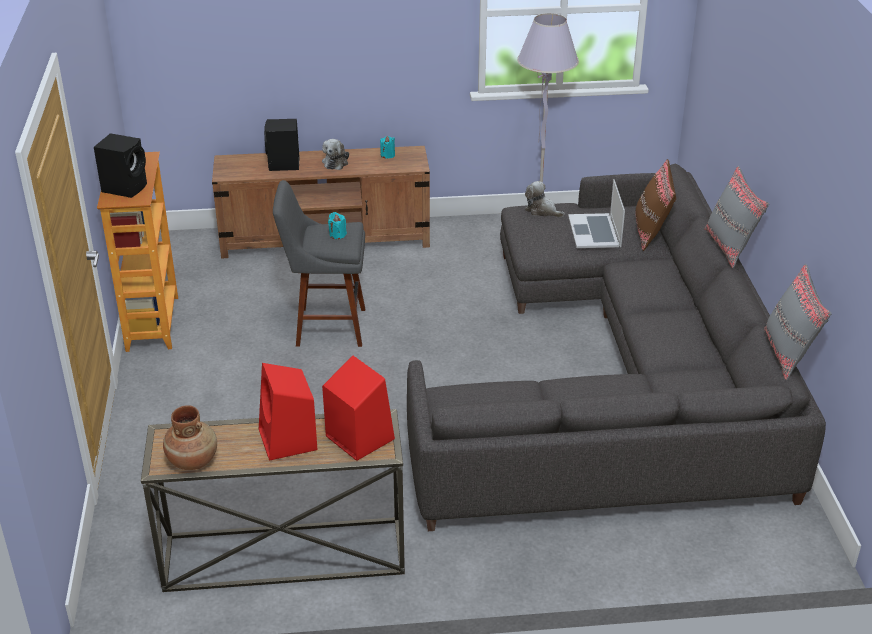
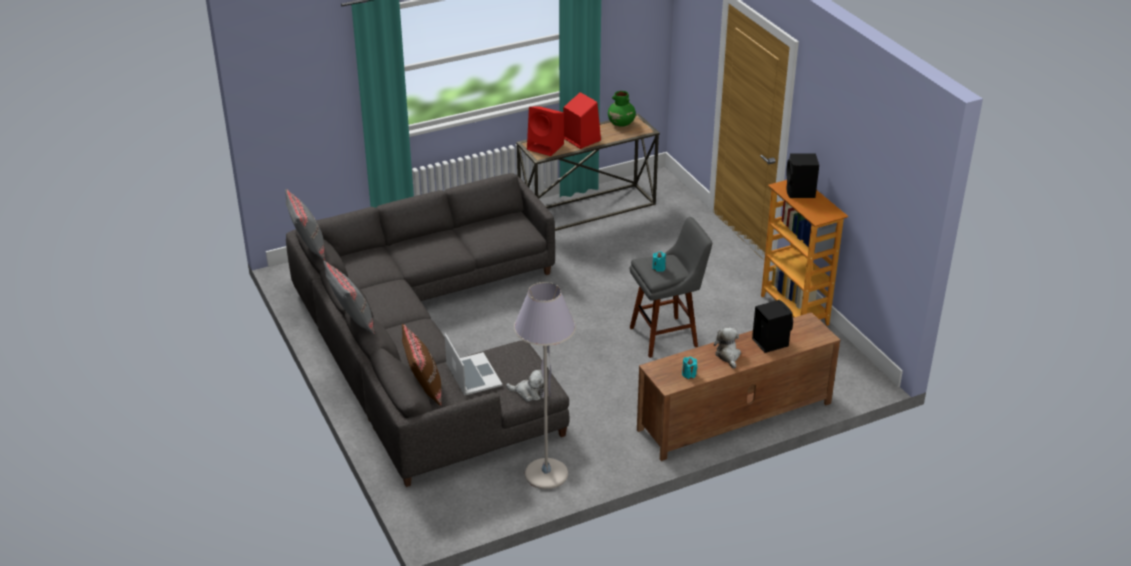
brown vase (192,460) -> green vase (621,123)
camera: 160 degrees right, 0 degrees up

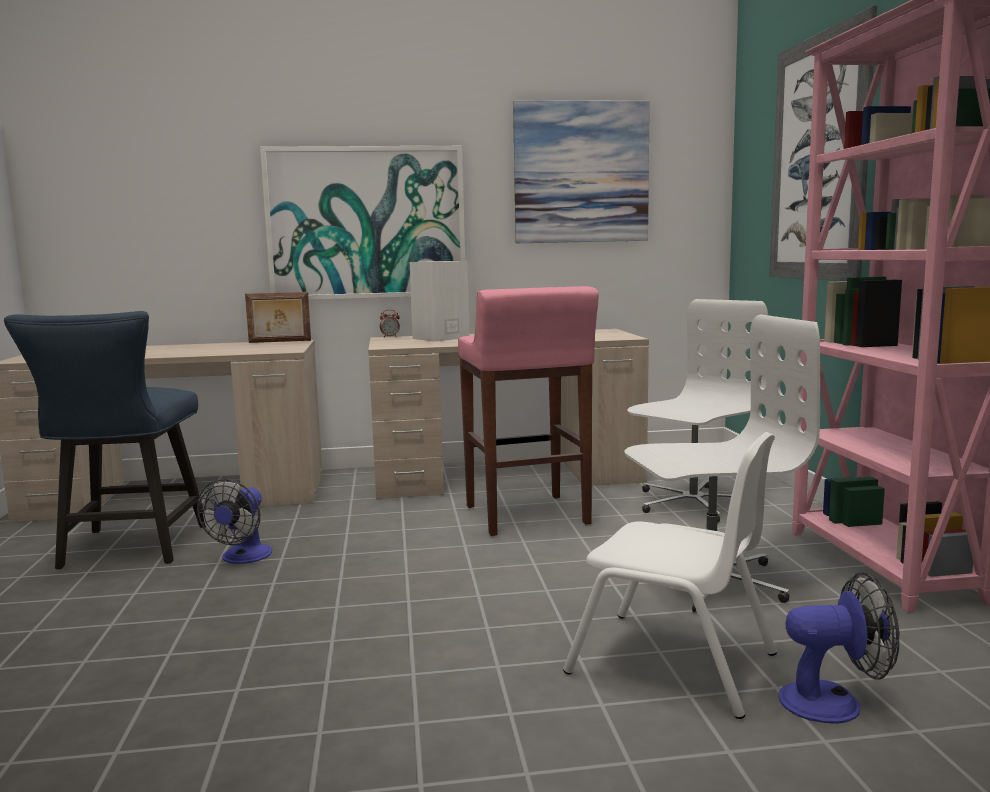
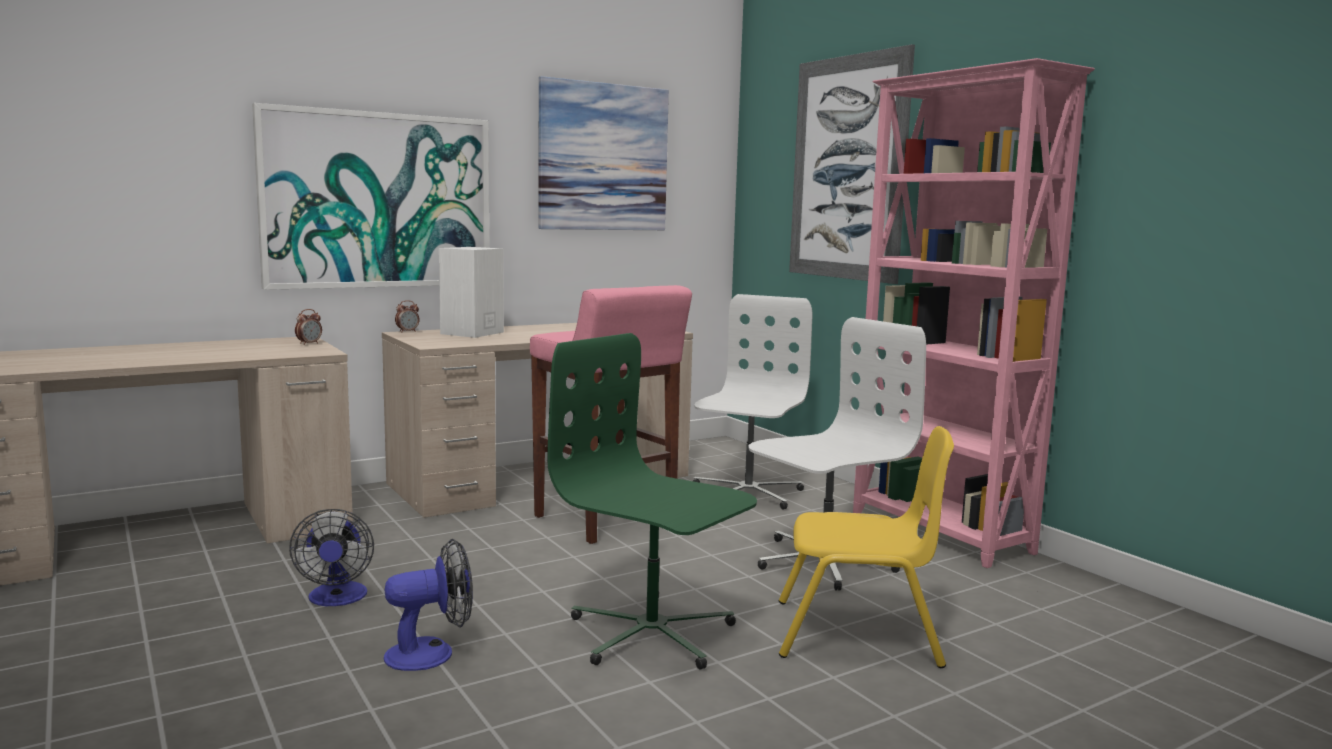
none -> alarm clock (309,344)
fan (834,702) -> fan (431,653), move
none -> green office chair (651,634)
white chair (673,663) -> yellow chair (857,634)
blue chair (129,550) -> none
picture frame (280,341) -> none
camera: 25 degrees left, 0 degrees up

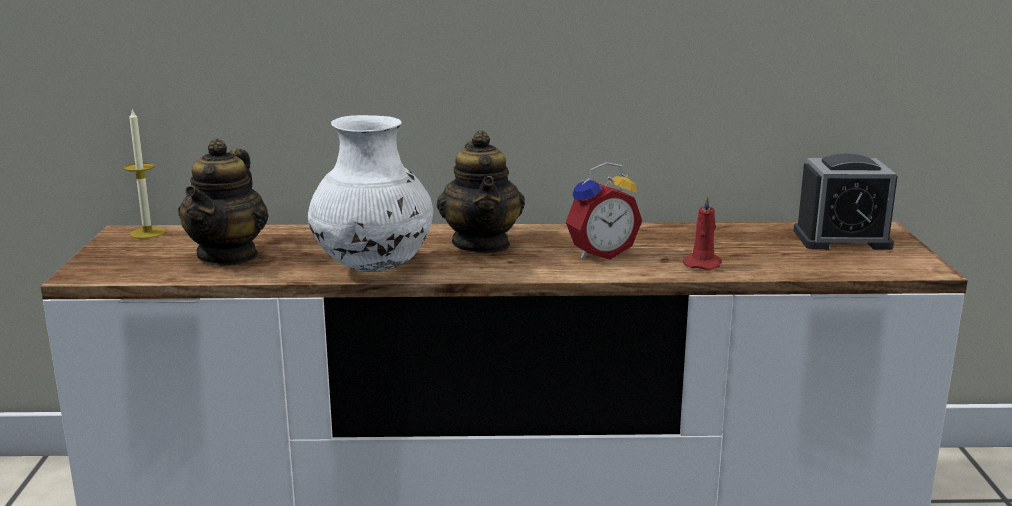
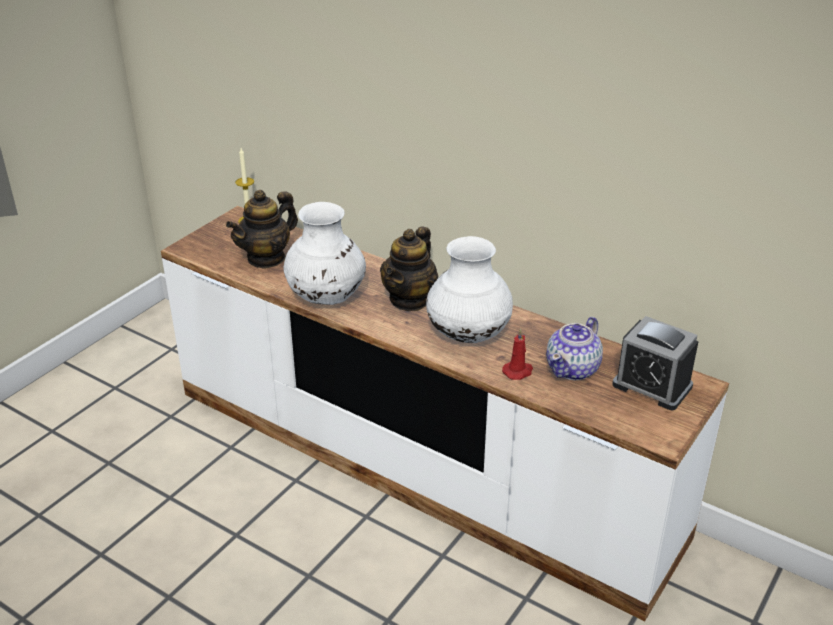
alarm clock (600,253) -> white vase (468,335)
none -> teapot (573,369)
camera: 35 degrees right, 15 degrees up

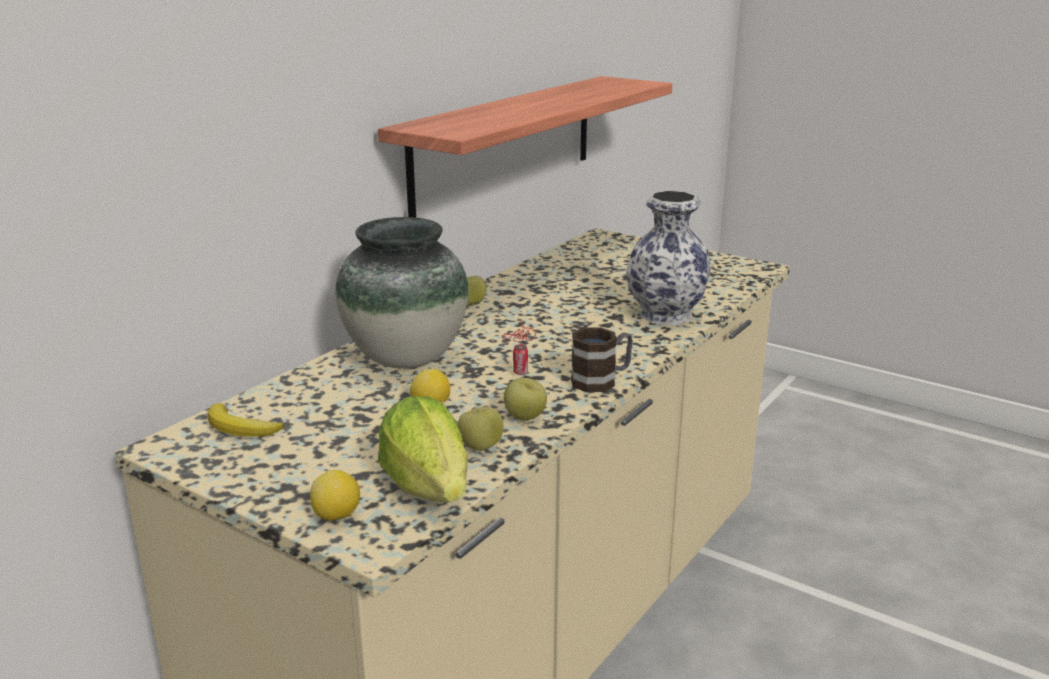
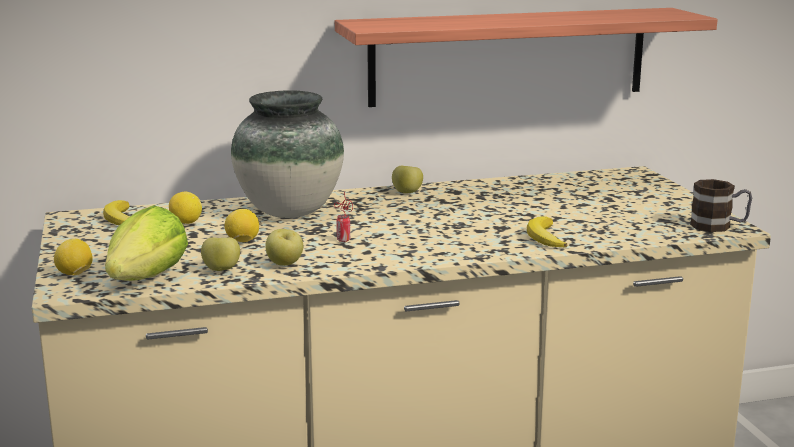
none -> lemon (185,222)
vase (665,315) -> banana (544,237)
mug (601,380) -> mug (719,226), move
camera: 40 degrees right, 5 degrees down

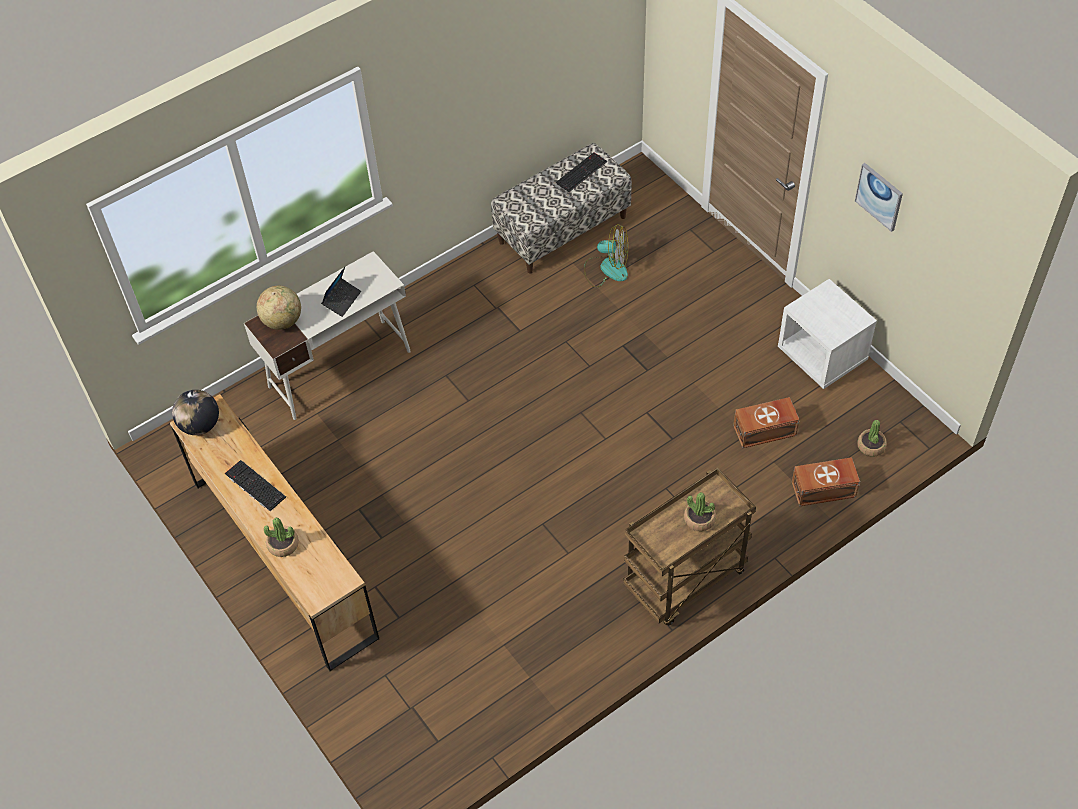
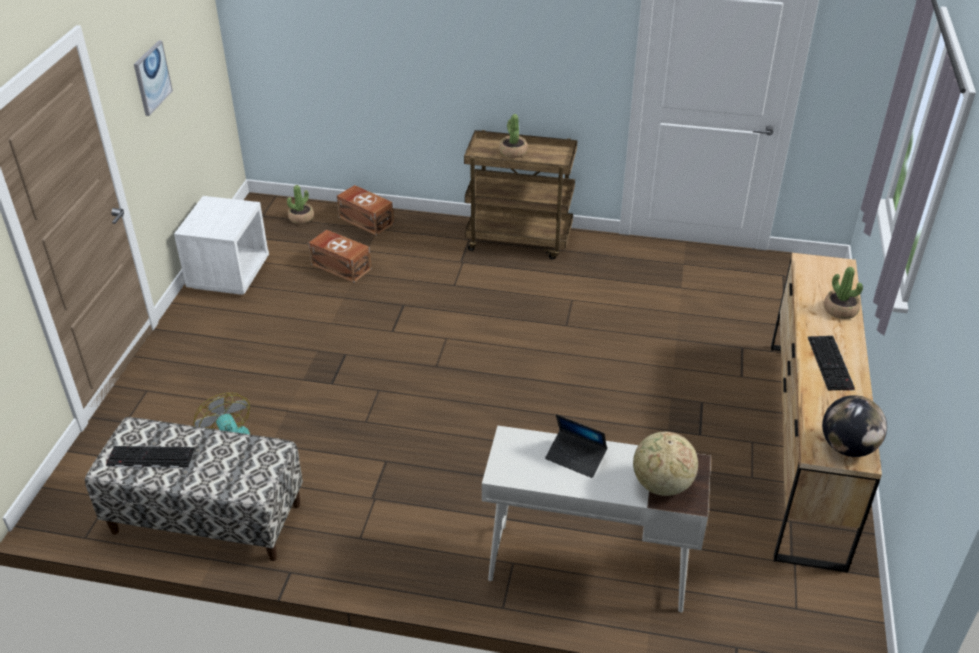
laptop (342,300) -> laptop (575,458), 135 degrees counterclockwise
camera: 135 degrees left, 15 degrees down

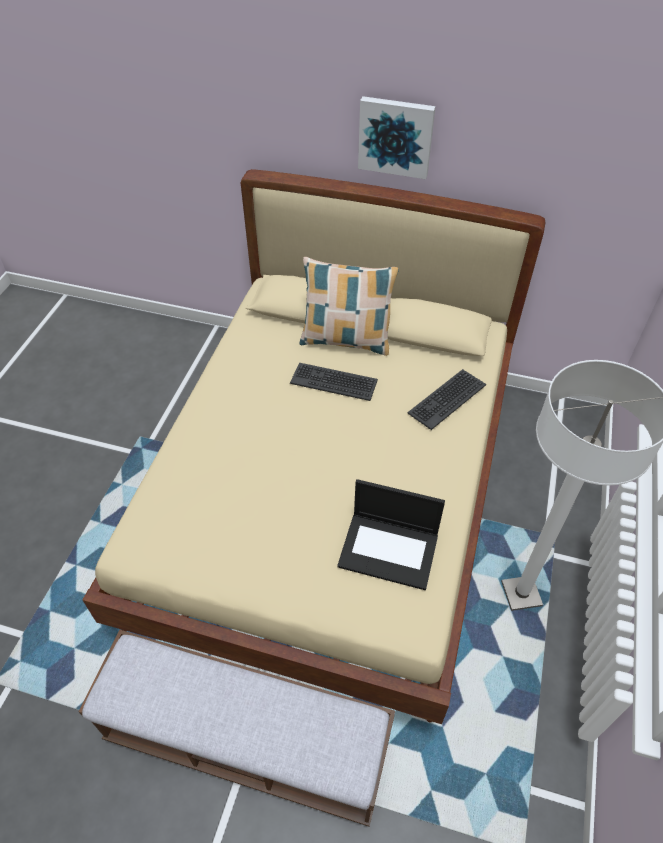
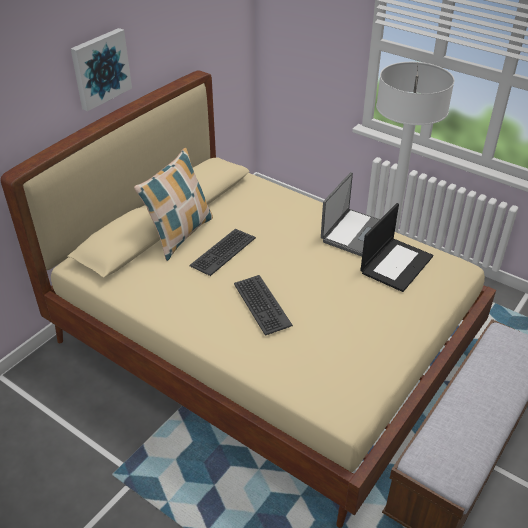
keyboard (446,399) -> keyboard (261,305), move
none -> laptop (353,232)
camera: 70 degrees left, 10 degrees down

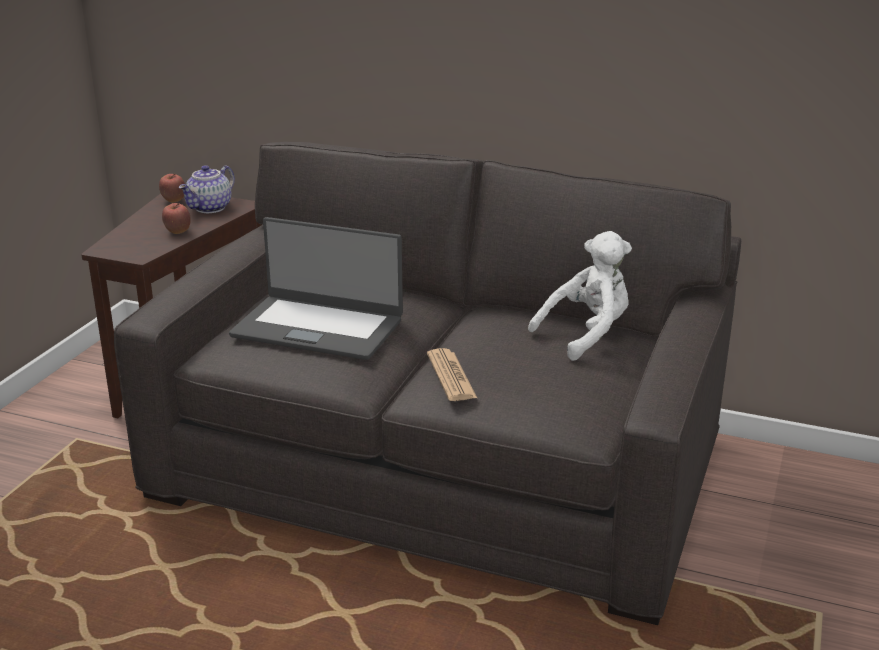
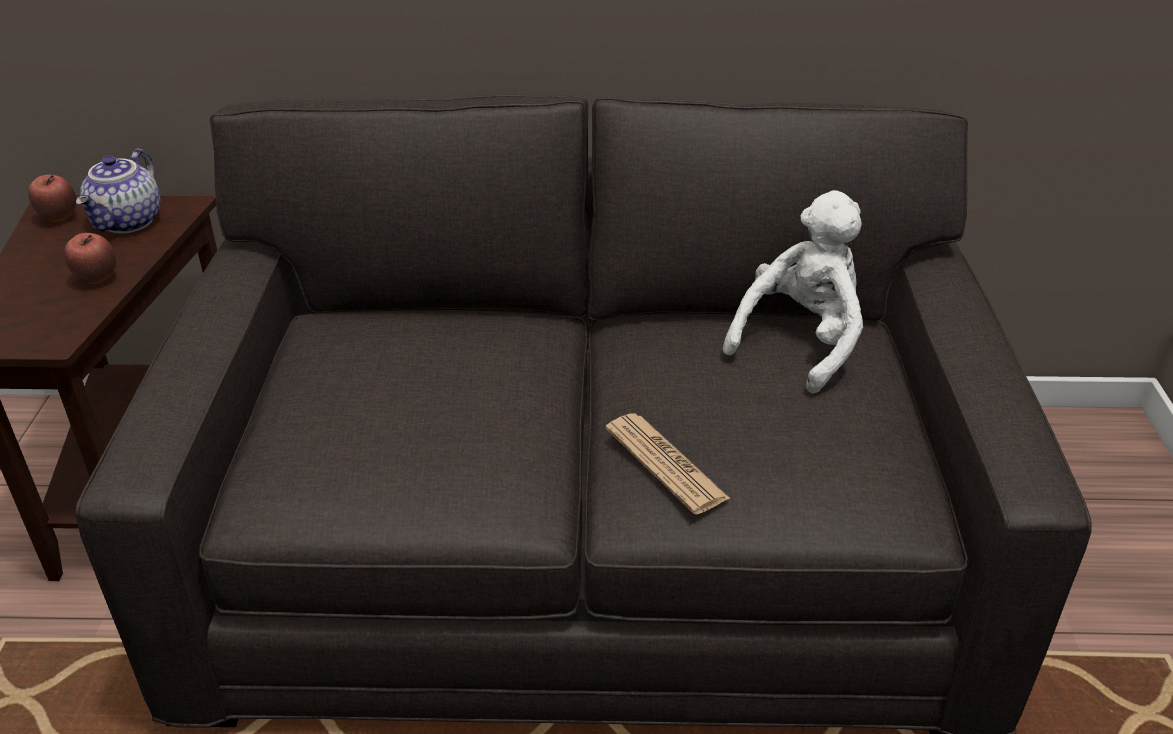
laptop (318,327) -> none
camera: 20 degrees left, 10 degrees up

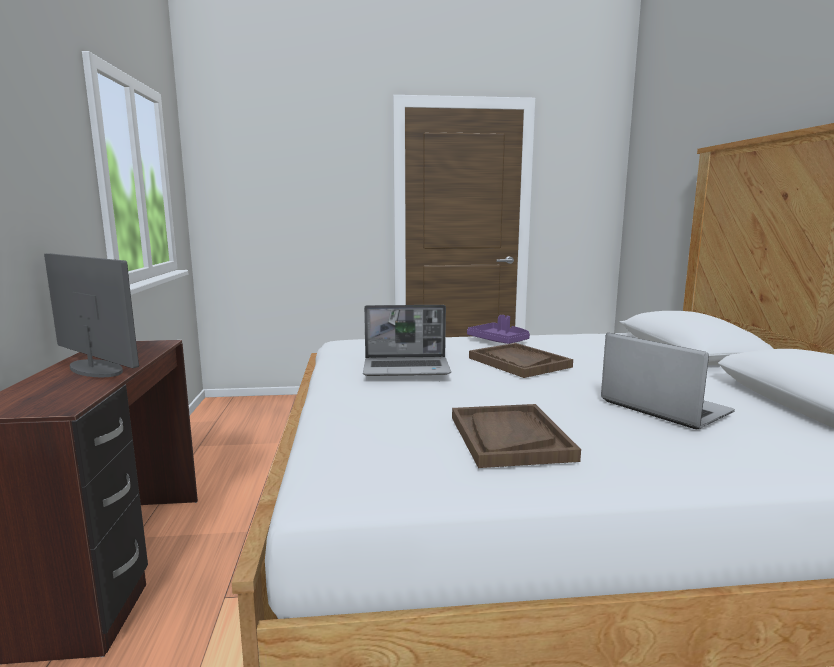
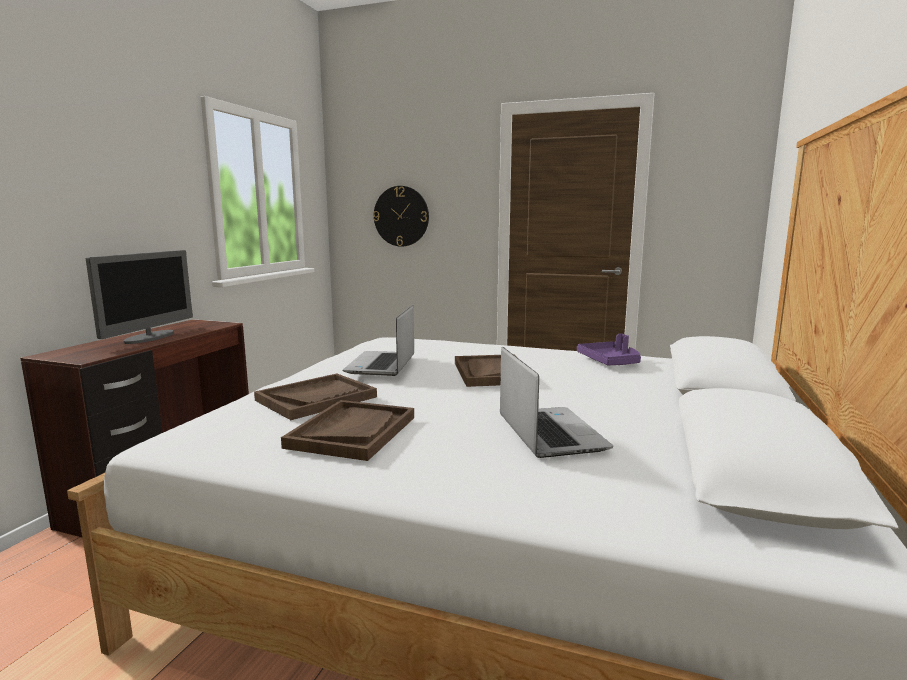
monitor (95,369) -> monitor (150,337), 45 degrees clockwise
none -> brown tray (316,398)
laptop (407,368) -> laptop (382,365), 75 degrees clockwise
none -> wall clock (401,216)
purple tray (499,341) -> purple tray (610,362), move
camera: 25 degrees right, 0 degrees up

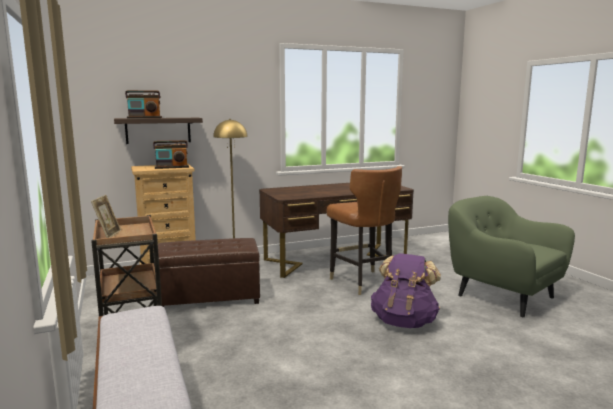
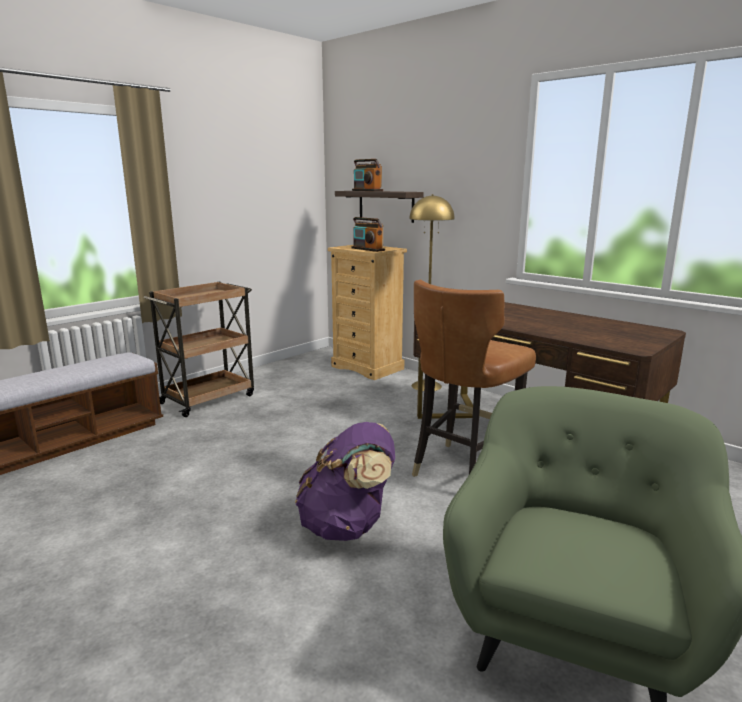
picture frame (108,235) -> none
brown ottoman (209,297) -> none
camera: 65 degrees right, 5 degrees up

